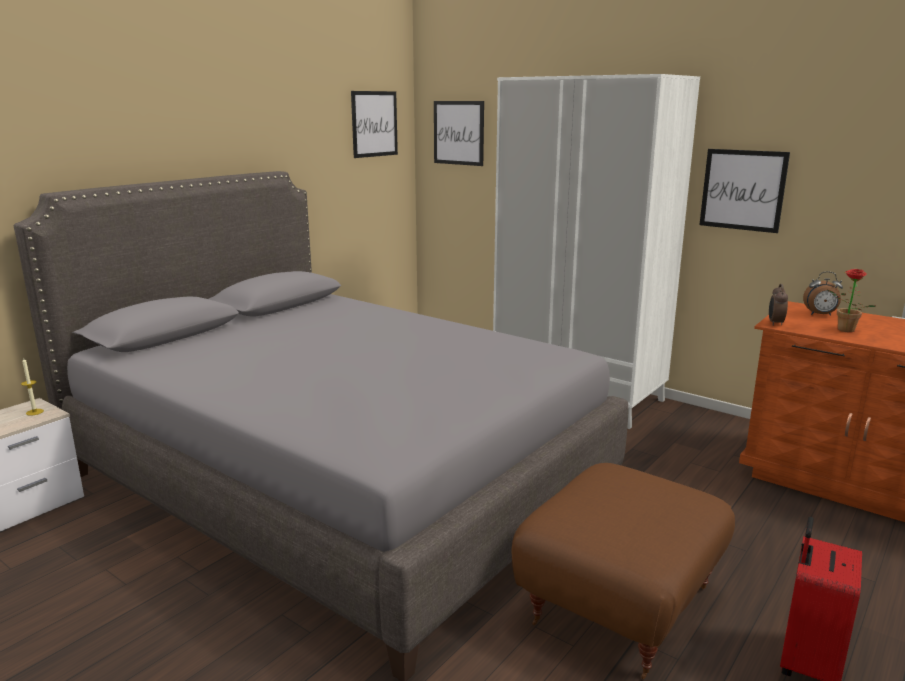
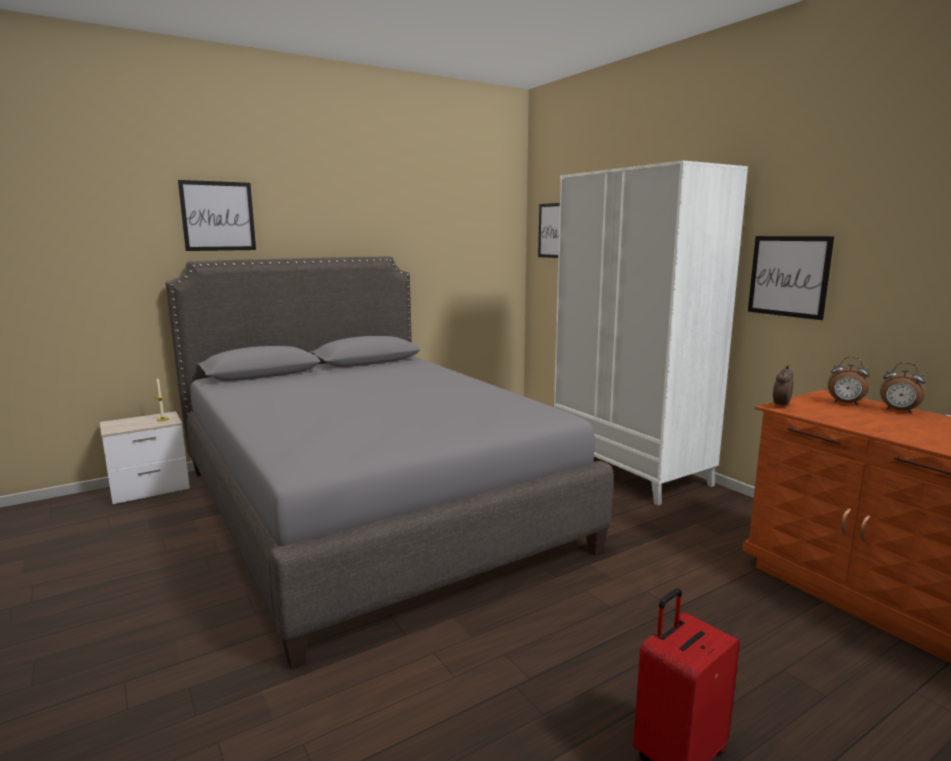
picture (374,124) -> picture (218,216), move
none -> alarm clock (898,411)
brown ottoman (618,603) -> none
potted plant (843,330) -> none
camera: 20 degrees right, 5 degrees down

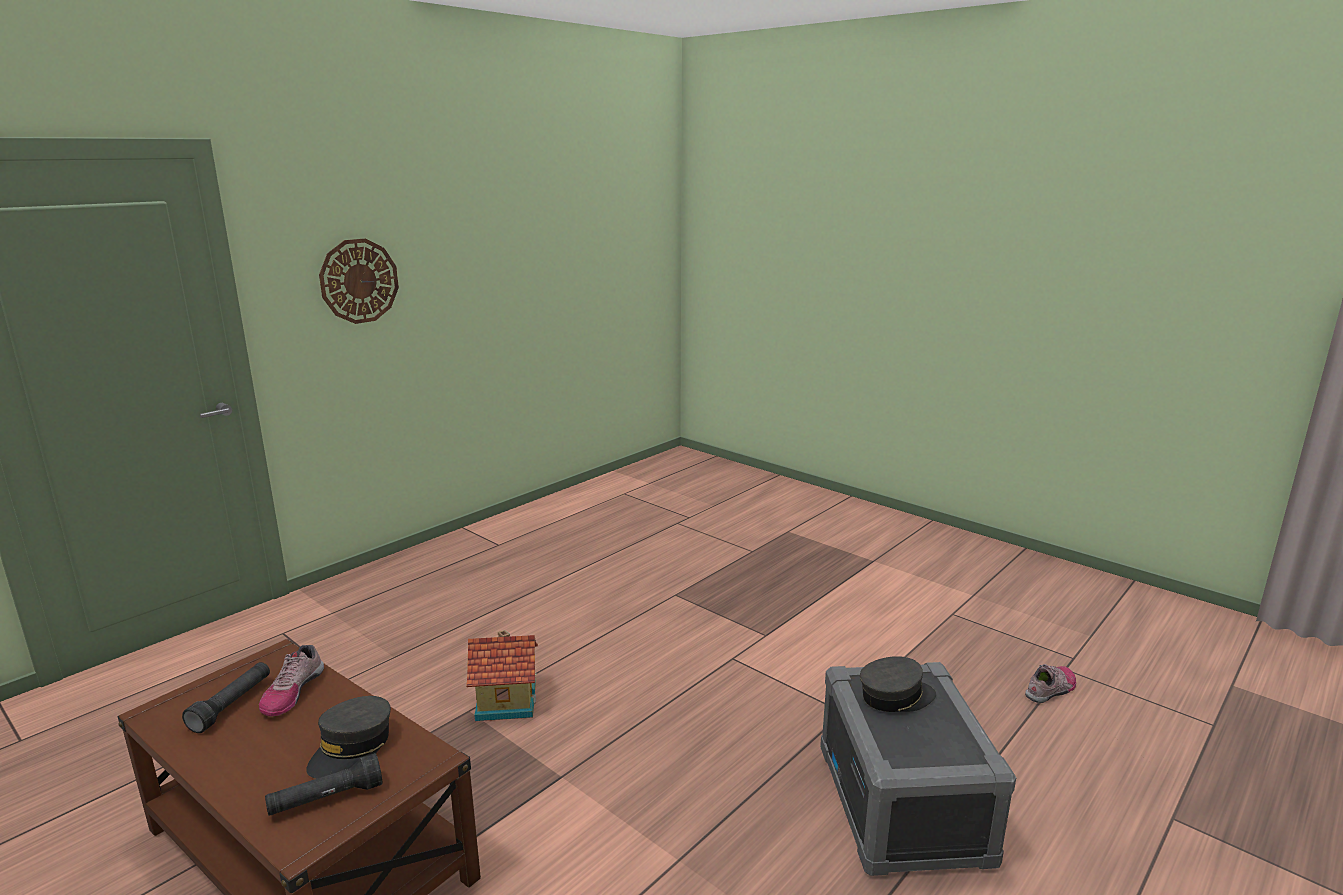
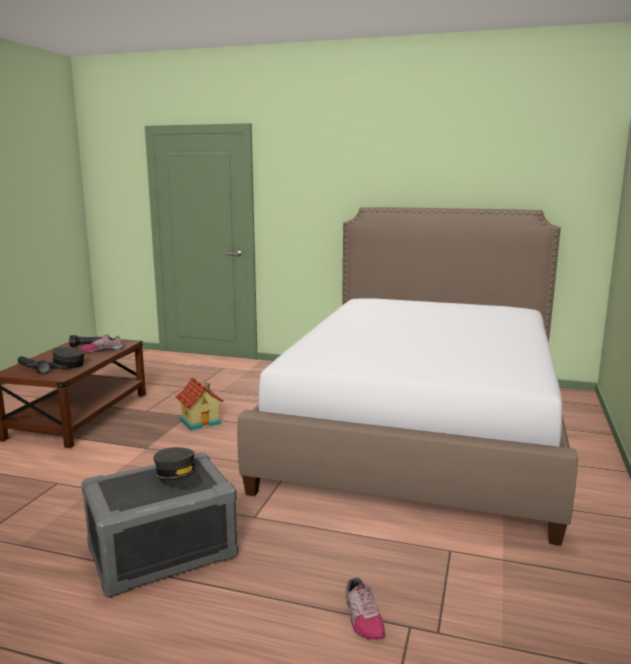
none -> bed (421,430)
shoe (1051,689) -> shoe (362,618), 45 degrees clockwise
wall clock (359,281) -> none
camera: 65 degrees right, 5 degrees down

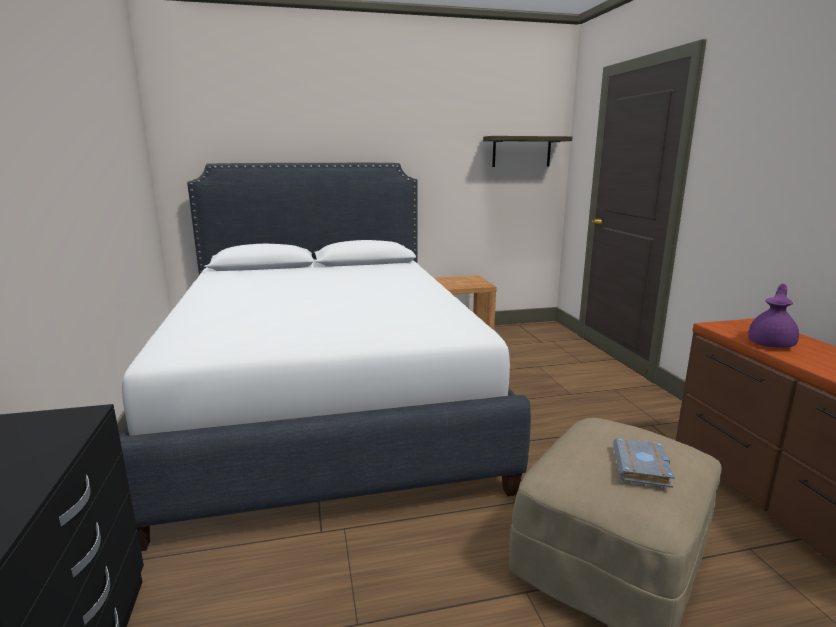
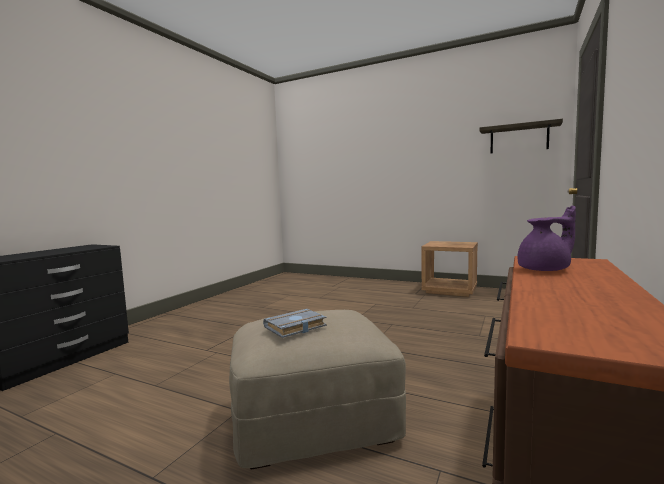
white bed (325,402) -> none
camera: 40 degrees right, 10 degrees down

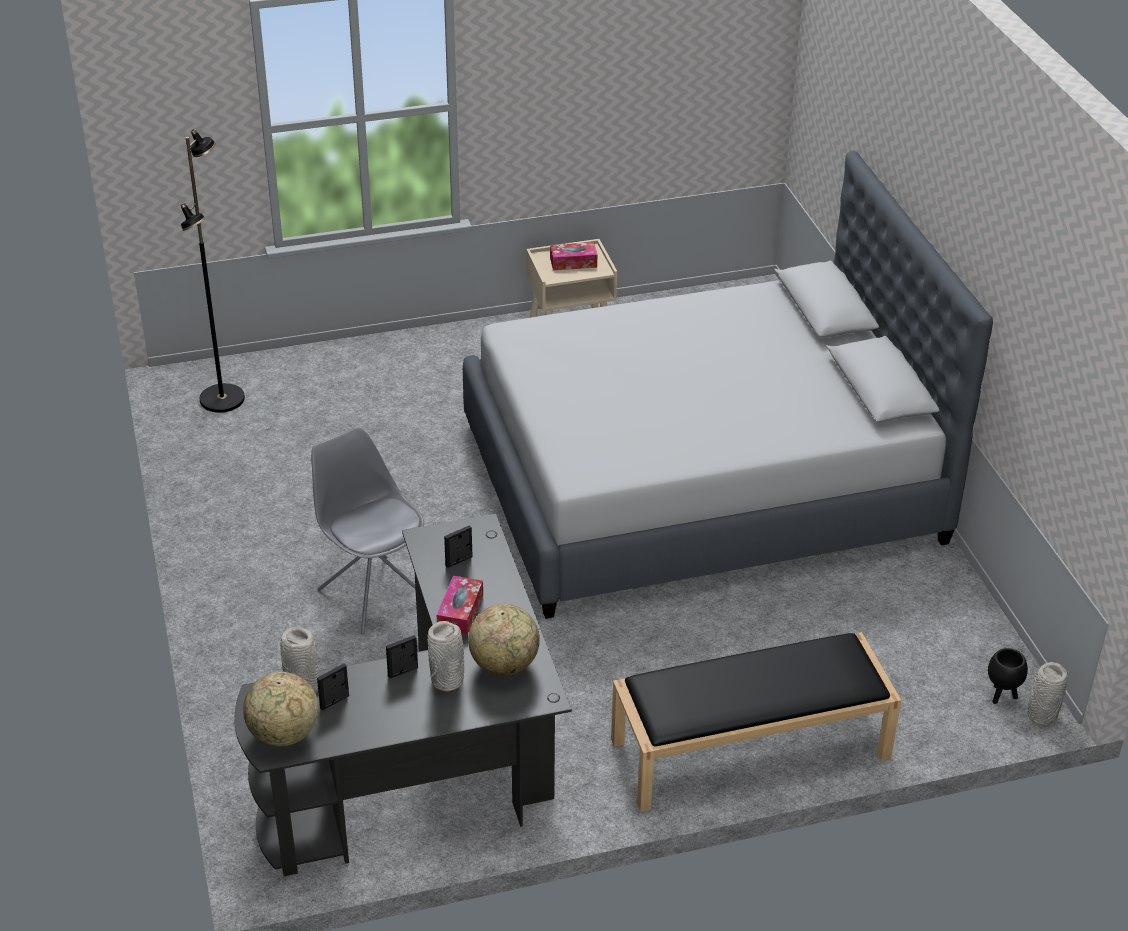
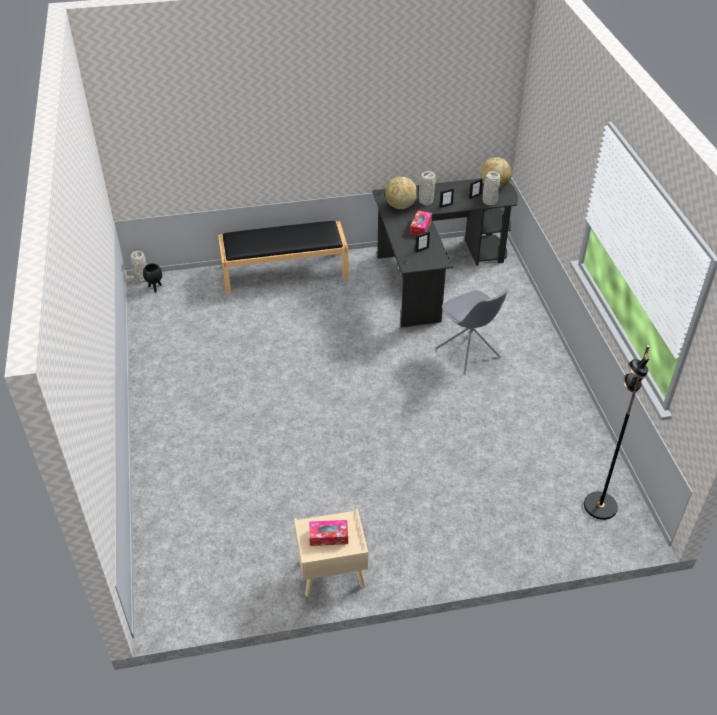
grey bed (701,482) -> none
camera: 175 degrees left, 5 degrees up

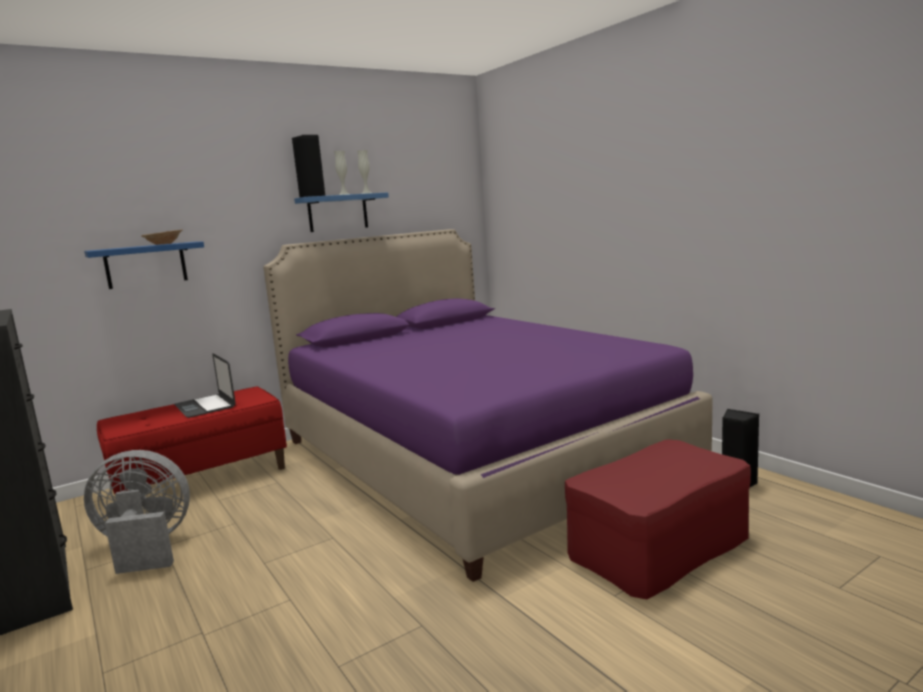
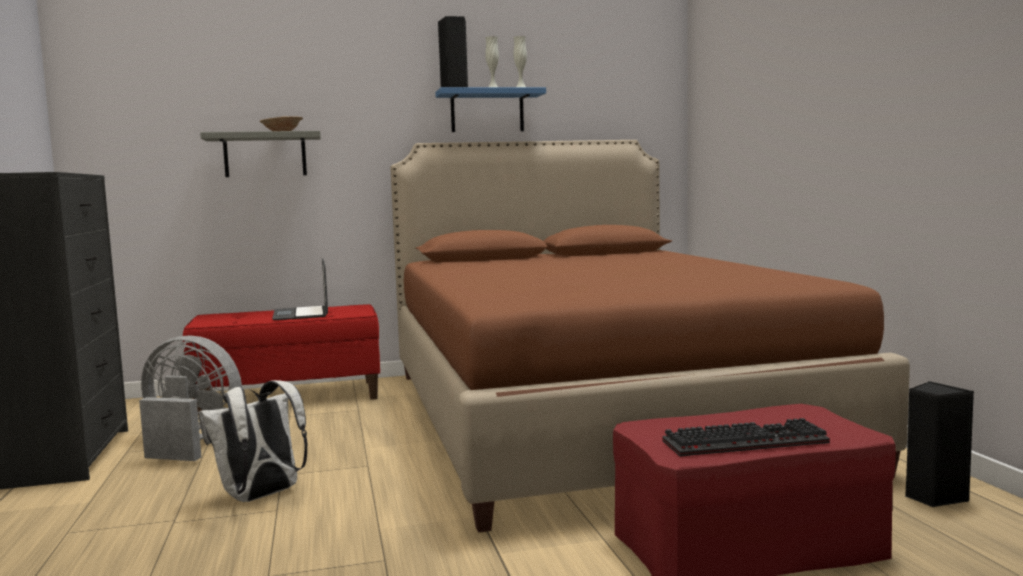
none -> white backpack (260,496)
blue shelf (146,265) -> grey shelf (265,155)
purple bed (473,456) -> brown bed (592,416)
none -> keyboard (746,441)
camera: 20 degrees right, 5 degrees down

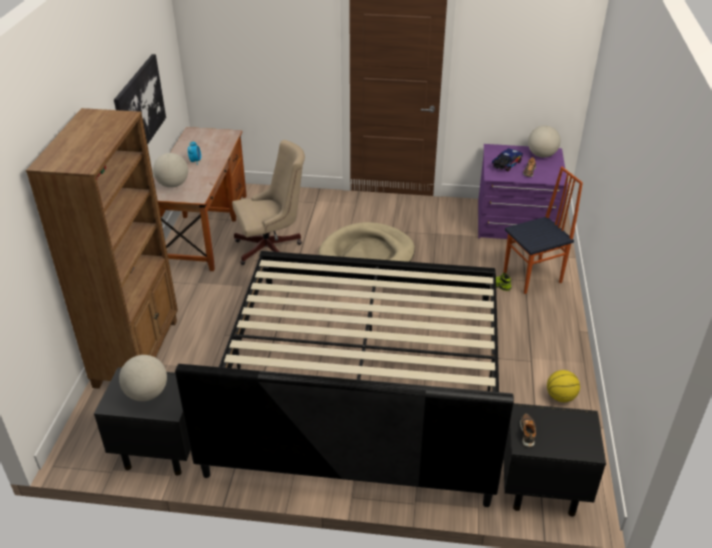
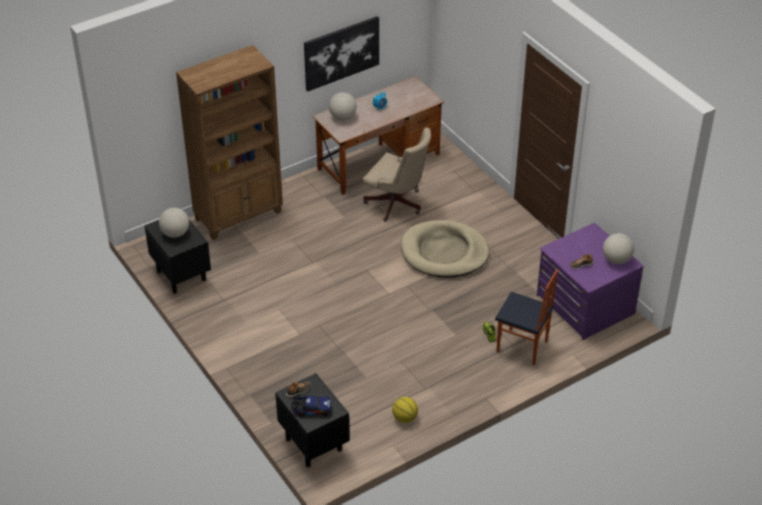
toy truck (505,165) -> toy truck (311,410), move
bed (361,380) -> none
camera: 50 degrees right, 5 degrees up

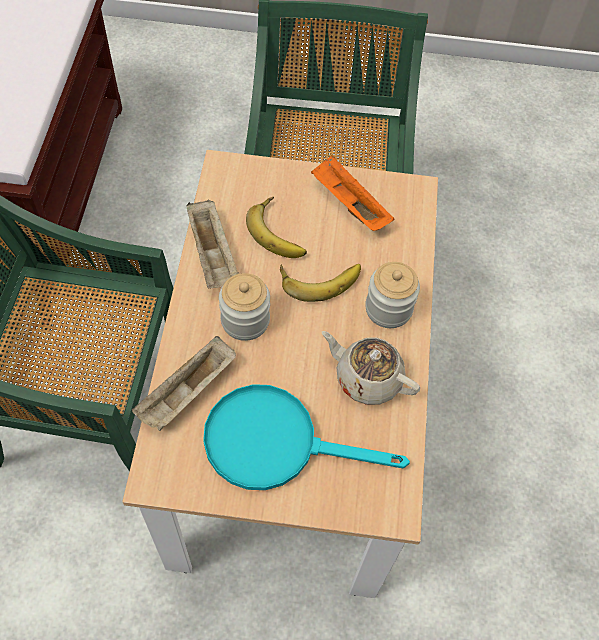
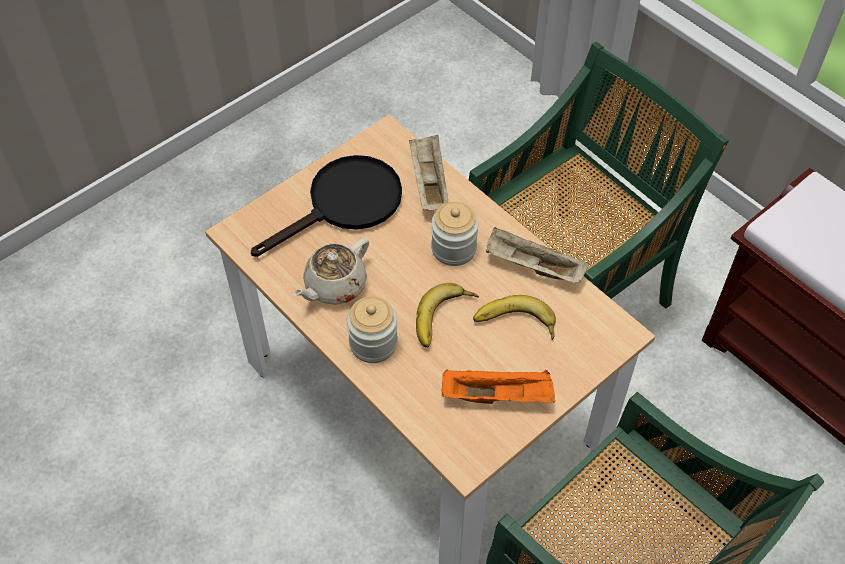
turquoise frying pan (276,442) -> black frying pan (345,205)
beige teapot (367,378) -> beige teapot (334,286), 150 degrees clockwise
camera: 135 degrees right, 5 degrees down

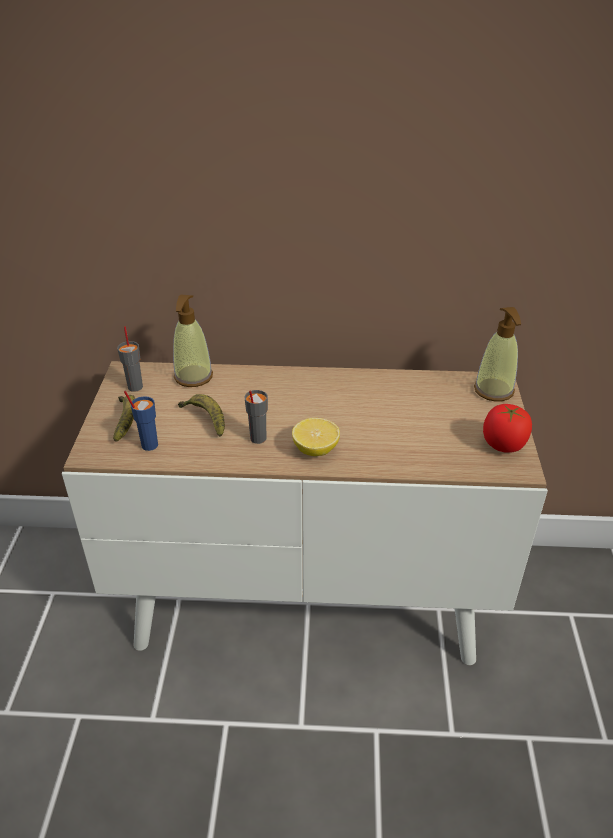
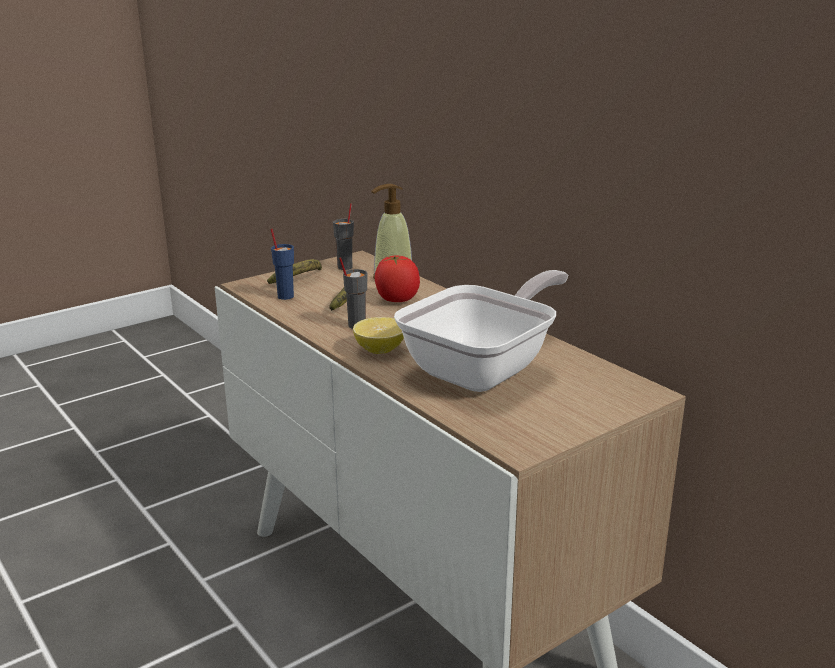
tomato (503,445) -> tomato (397,299), move
none -> frying pan (486,369)
soap dispenser (494,390) -> none
camera: 50 degrees right, 15 degrees down

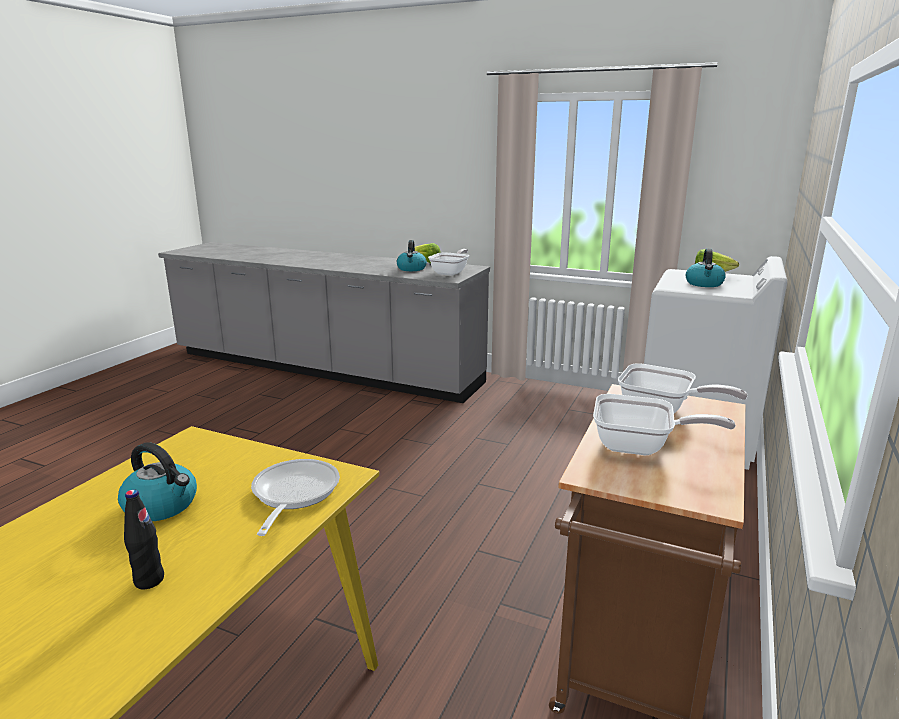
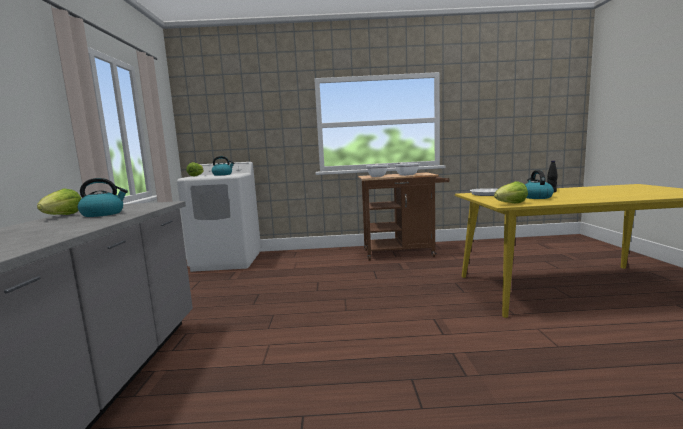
none -> lettuce (510,204)
frying pan (451,272) -> none
camera: 115 degrees left, 10 degrees down

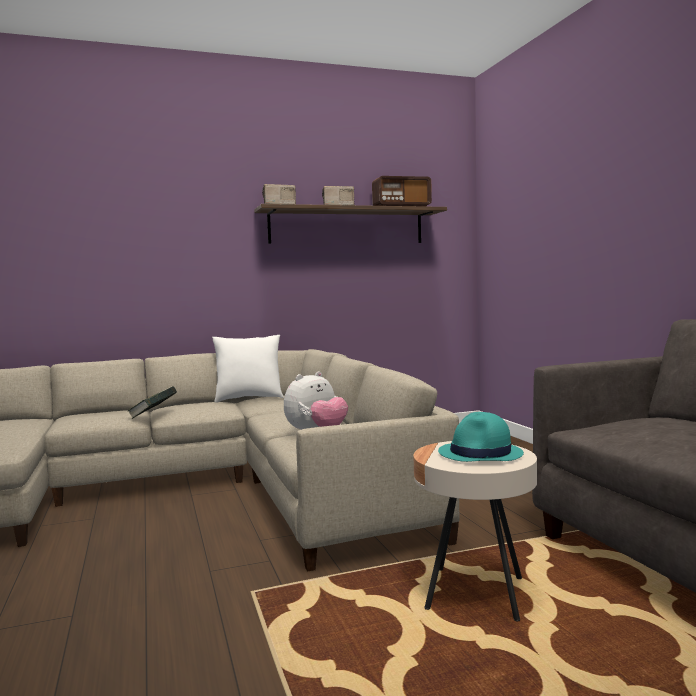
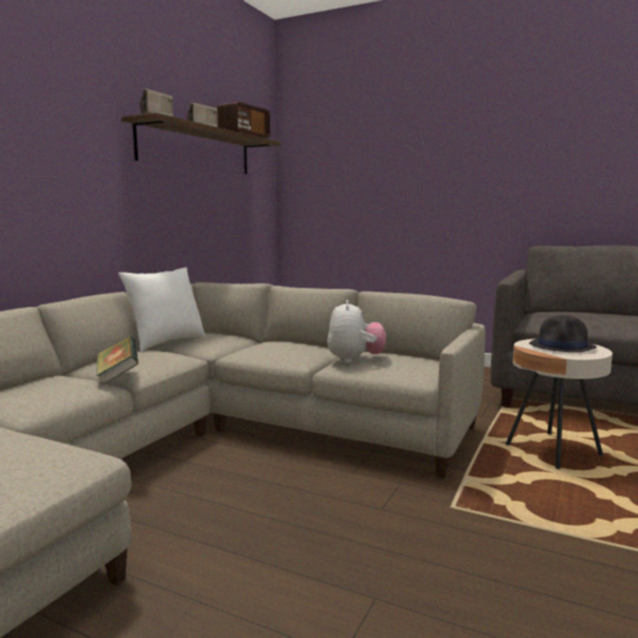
turquoise hat (480,454) -> black hat (562,346)
camera: 45 degrees left, 5 degrees up

